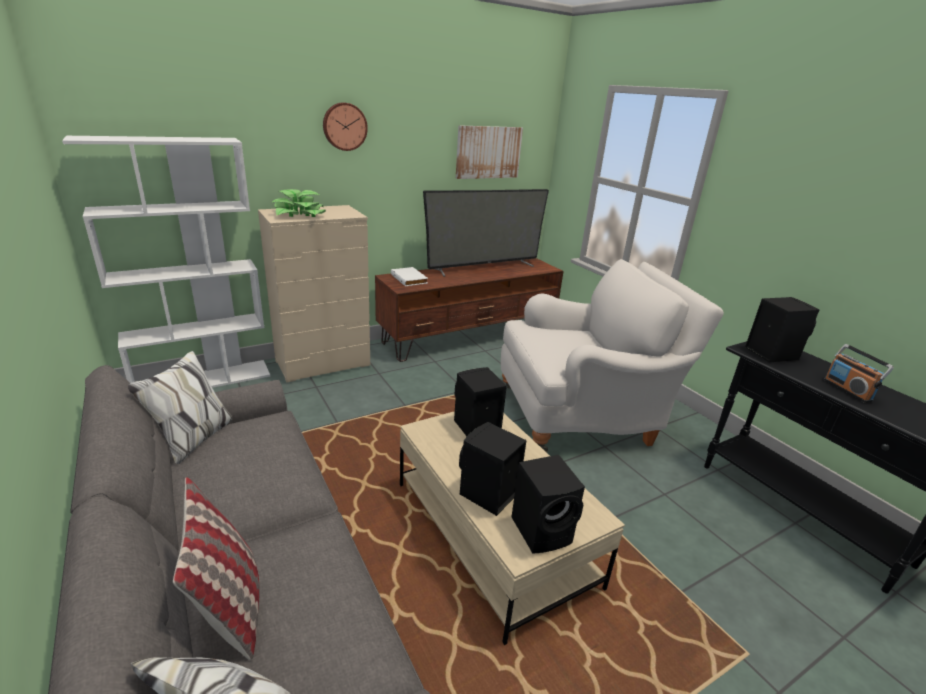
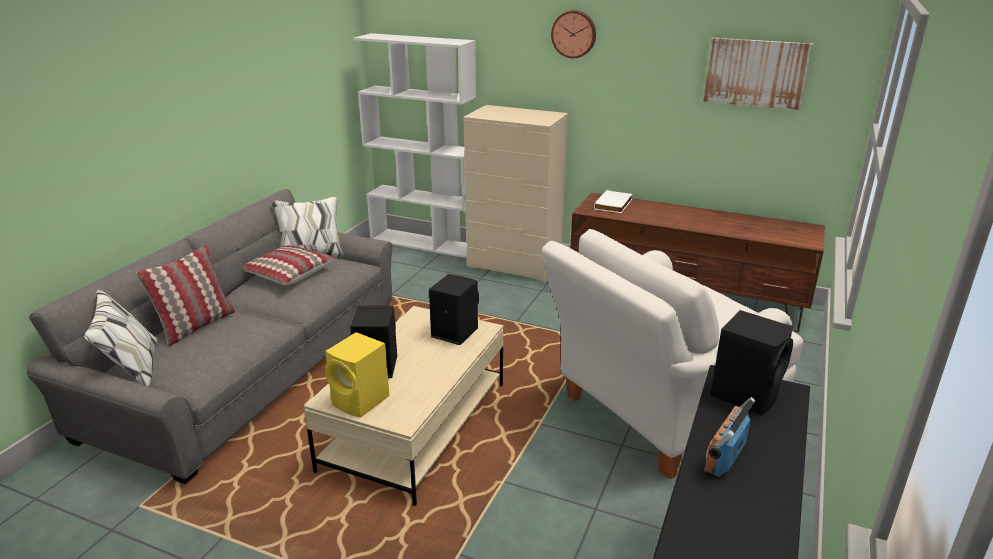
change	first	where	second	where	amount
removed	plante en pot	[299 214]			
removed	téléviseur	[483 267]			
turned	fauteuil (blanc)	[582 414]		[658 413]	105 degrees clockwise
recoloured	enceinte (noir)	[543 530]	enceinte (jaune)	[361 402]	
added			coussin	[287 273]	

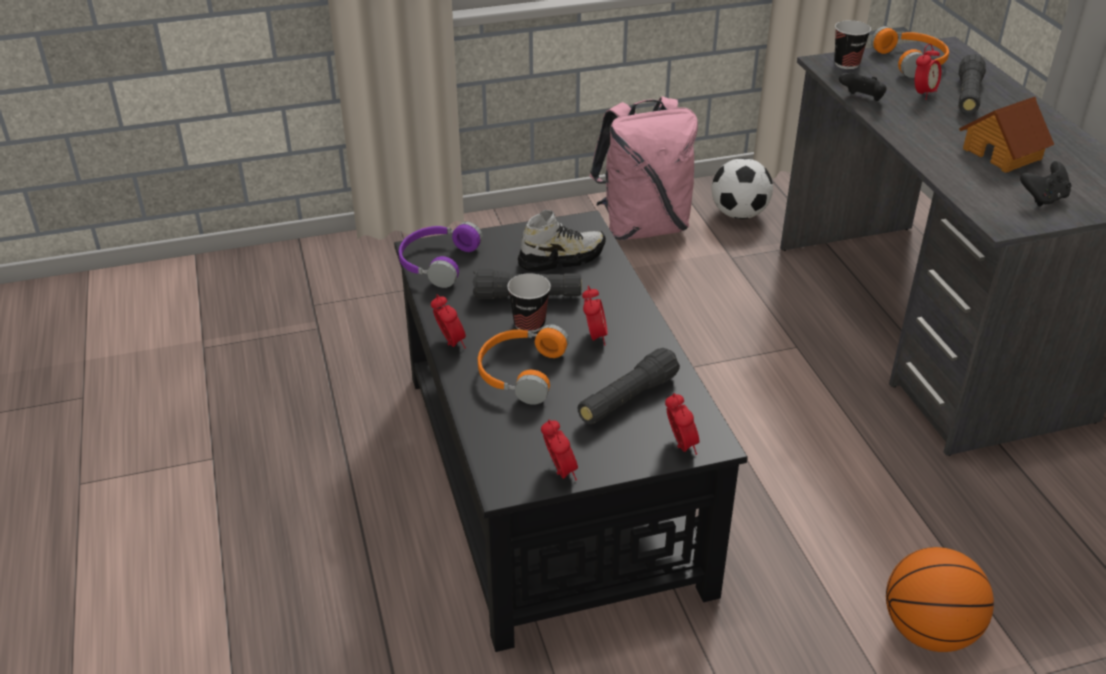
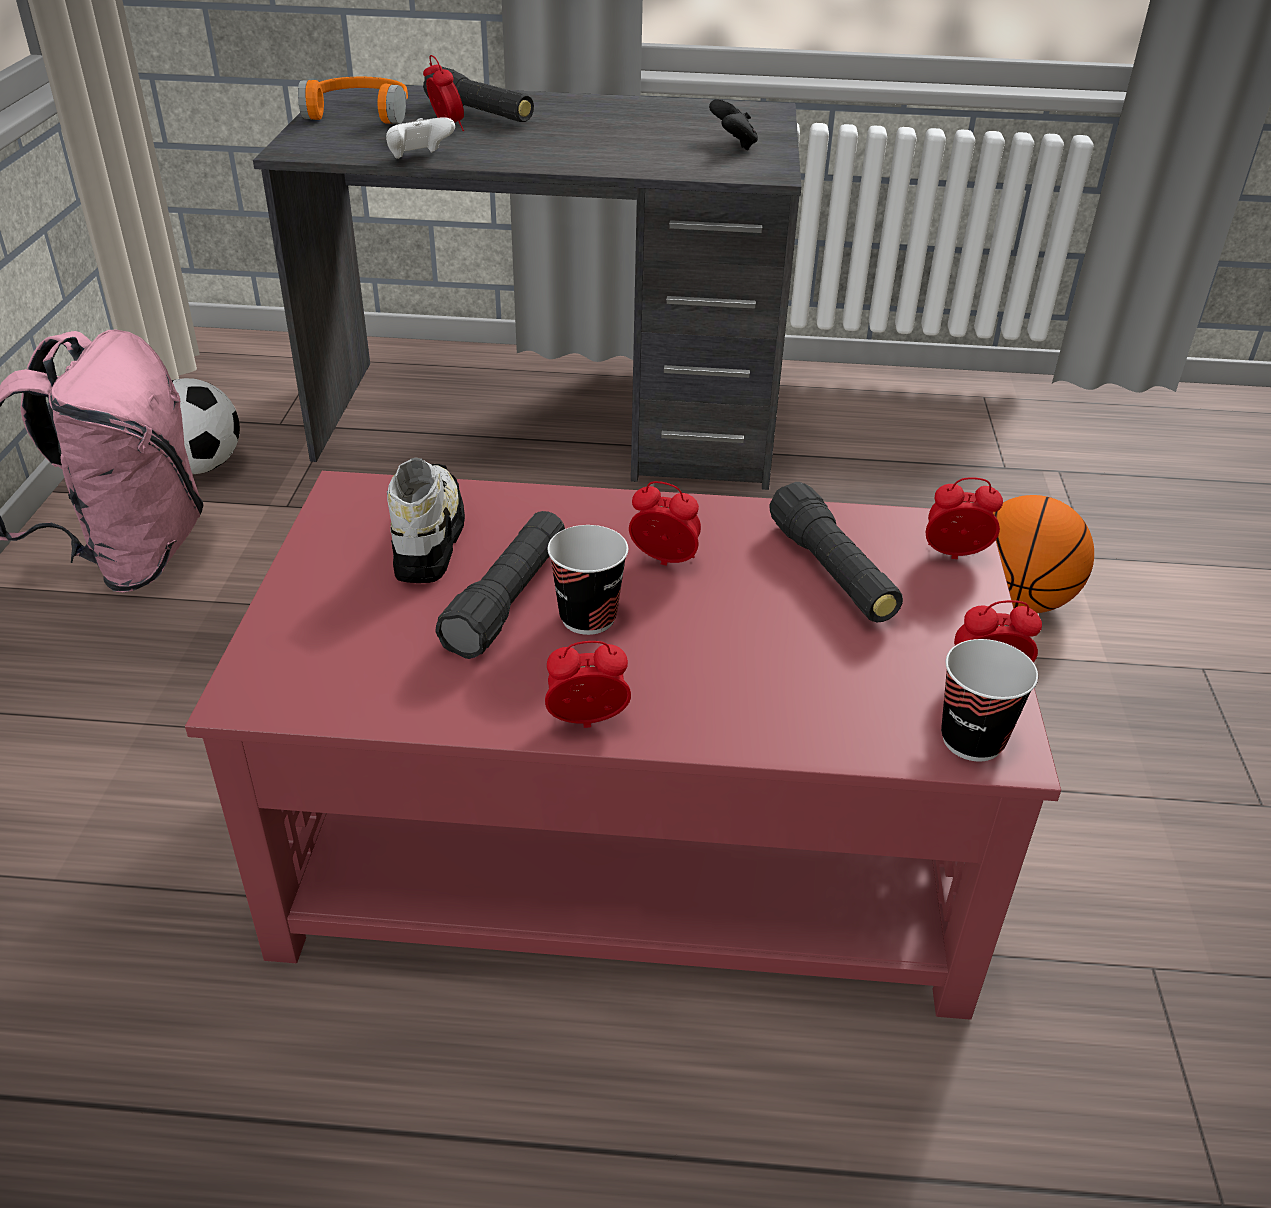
change	first	where	second	where	amount
recoloured	table basse (noir)	[551 475]	table basse (rouge)	[625 838]	
removed	casque audio (violet)	[436 262]			
removed	casque audio (orange)	[519 372]			
moved	tasse	[846 64]		[972 740]	
recoloured	manette (noir)	[862 100]	manette (blanc)	[419 158]	
removed	maison miniature	[1003 153]			

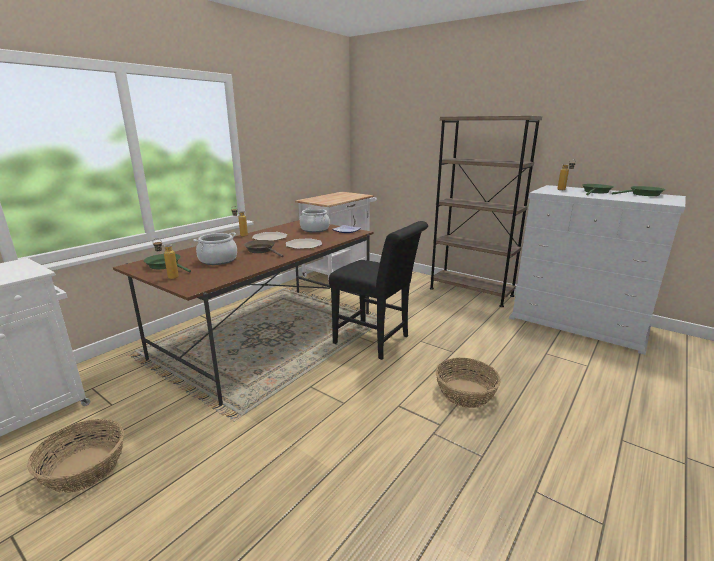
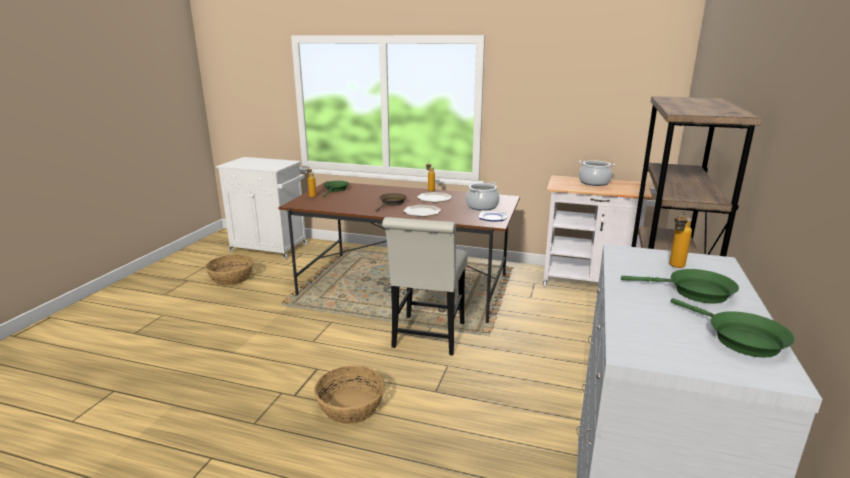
change	first	where	second	where	amount
moved	marmite	[218 260]		[594 182]	
recoloured	chaise (noir)	[376 341]	chaise (blanc)	[427 338]	

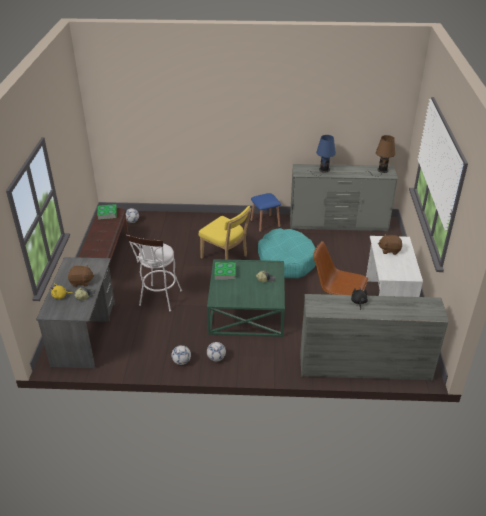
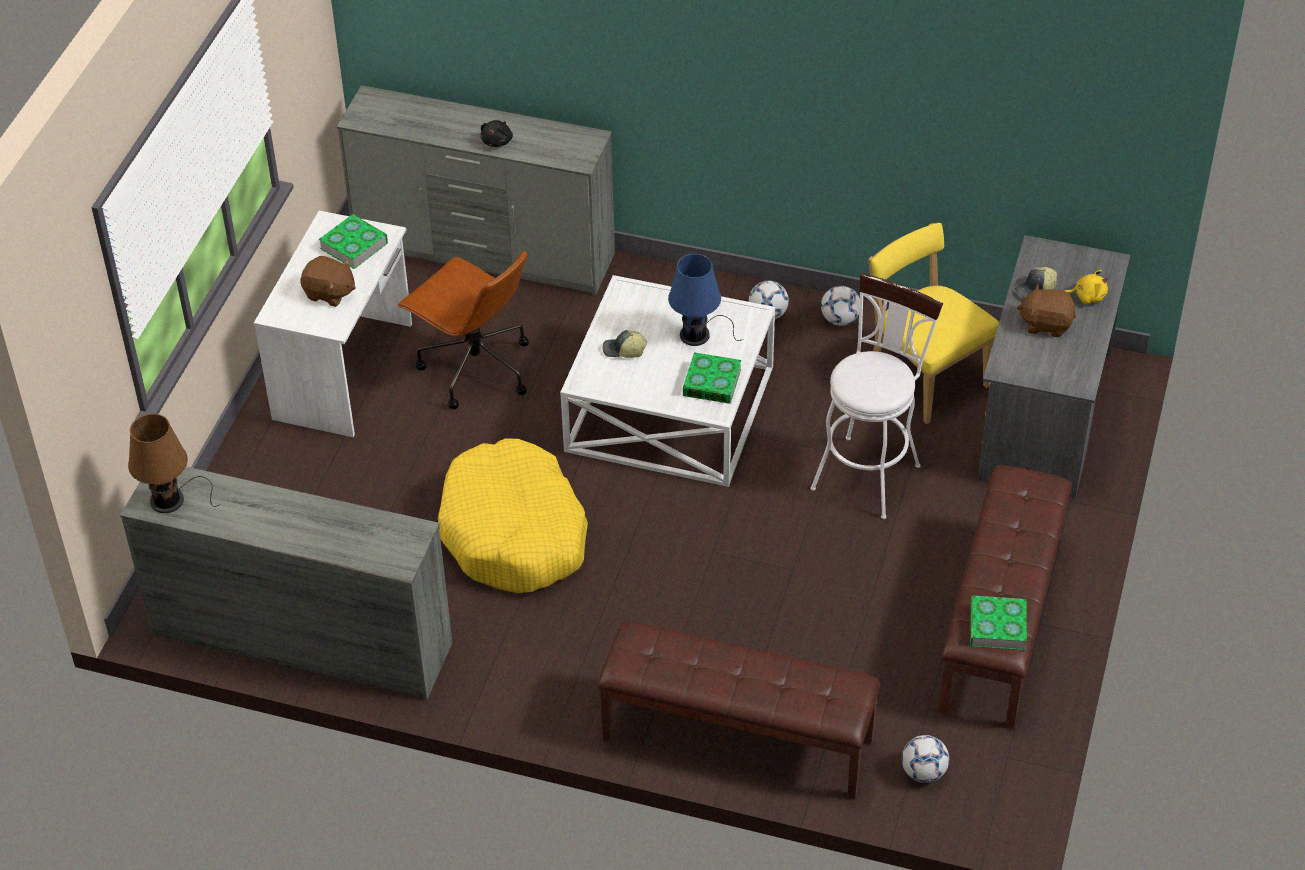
change	first	where	second	where	amount
moved	chaise (jaune)	[225 258]		[925 377]	
recoloured	table basse (vert)	[247 310]	table basse (blanc)	[670 407]	
removed	tabouret (bleu)	[265 223]			
recoloured	panier pour chien (turquoise)	[287 260]	panier pour chien (jaune)	[514 533]	
moved	lampe de table (bleu)	[323 170]		[698 334]	
added			livre	[354 246]	
added			banc (marron)	[736 740]	

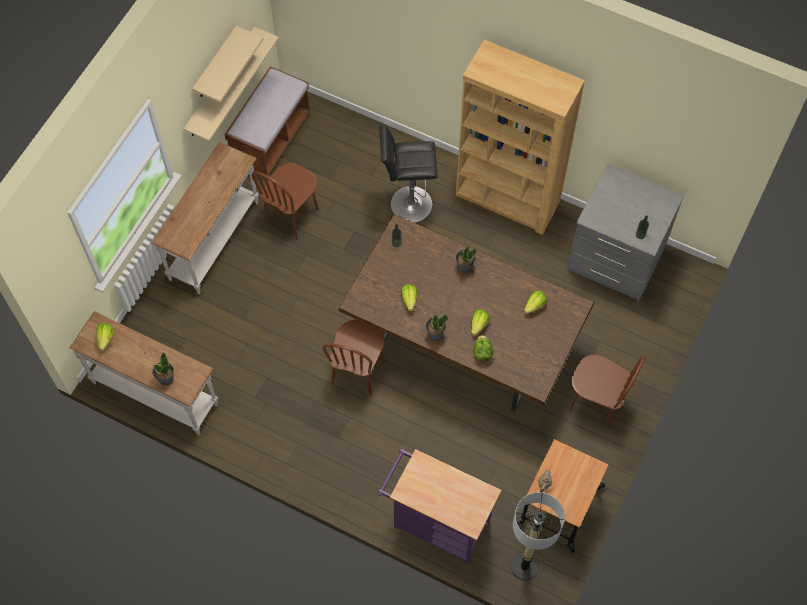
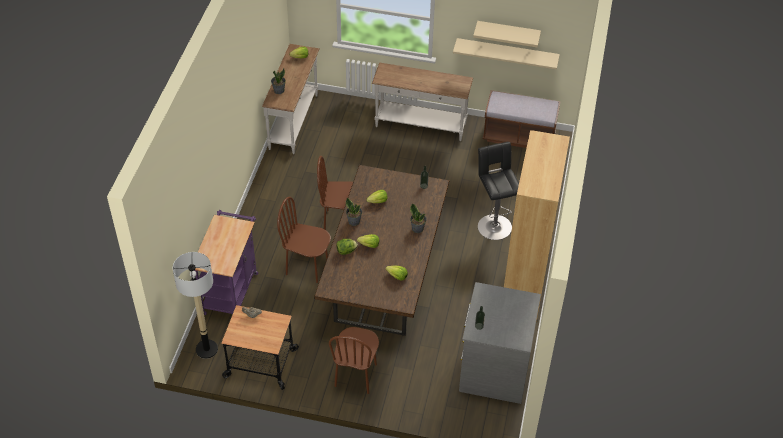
change	first	where	second	where	amount
moved	chaise (marron)	[292 215]		[307 267]	

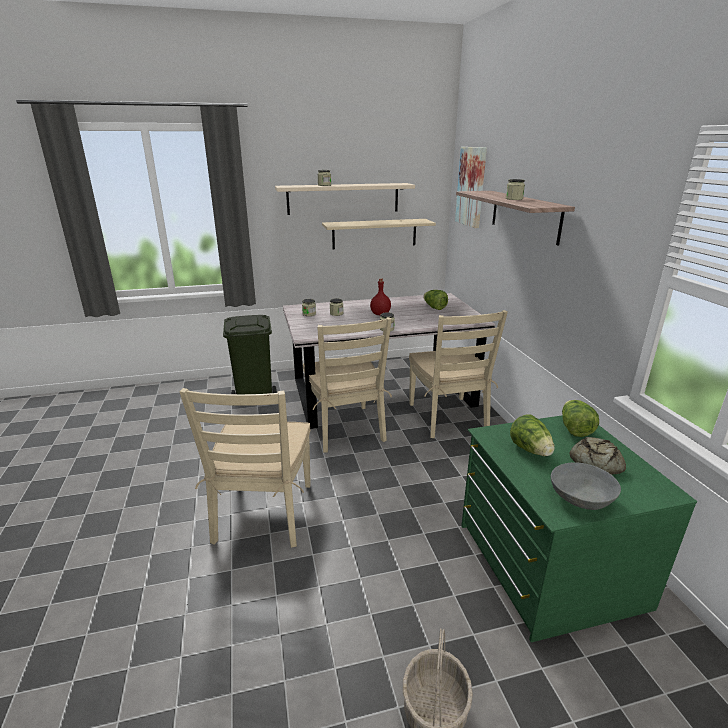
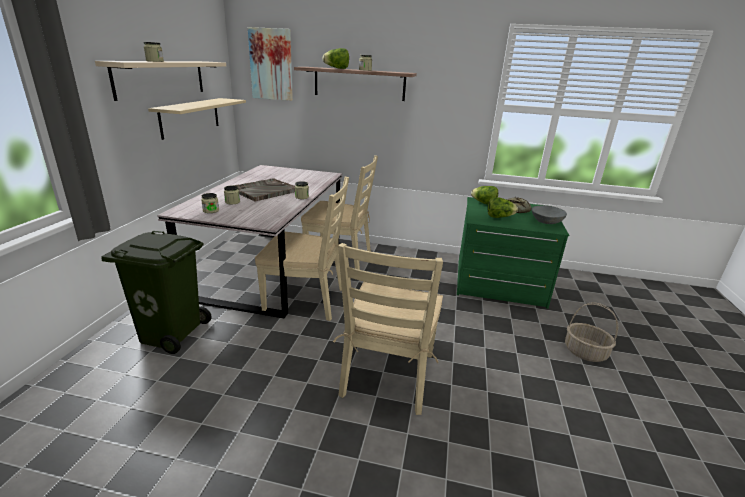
change	first	where	second	where	amount
turned	chaise (beige)	[264 513]		[388 375]	75 degrees clockwise
replaced	bouteille (rouge)	[380 314]	plateau (gris)	[264 191]	
moved	laitue	[434 307]		[337 68]	

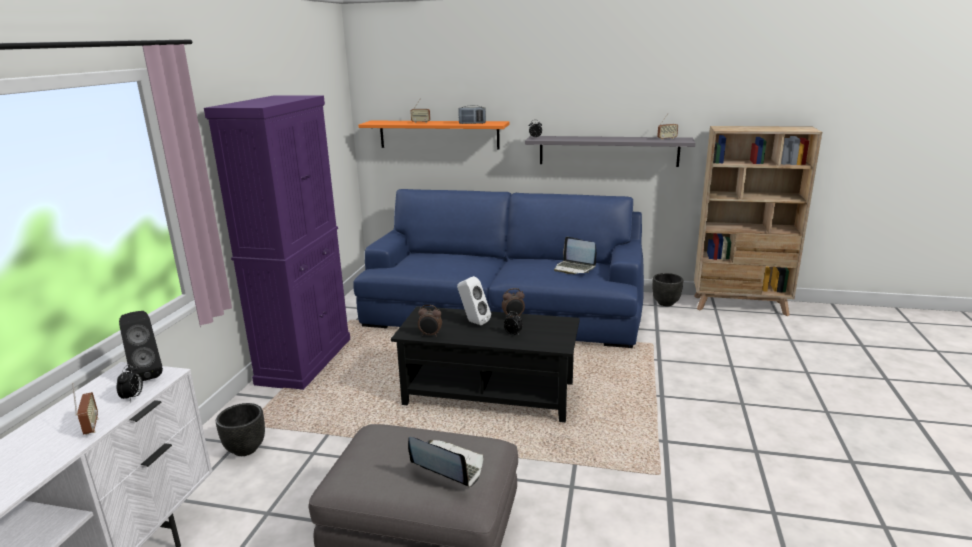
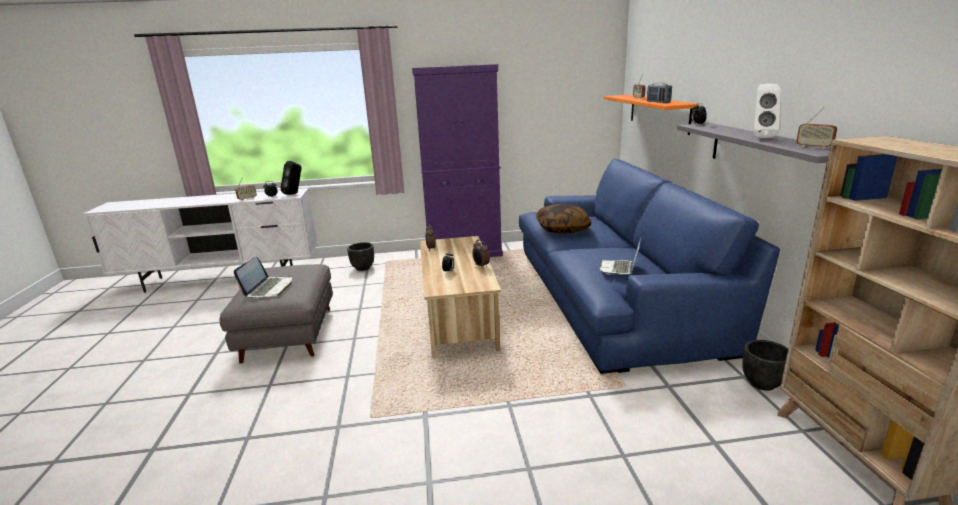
change	first	where	second	where	amount
recoloured	table basse (noir)	[489 394]	table basse (beige)	[459 319]	
moved	enceinte (blanc)	[473 322]		[760 138]	
added			coussin	[563 229]	

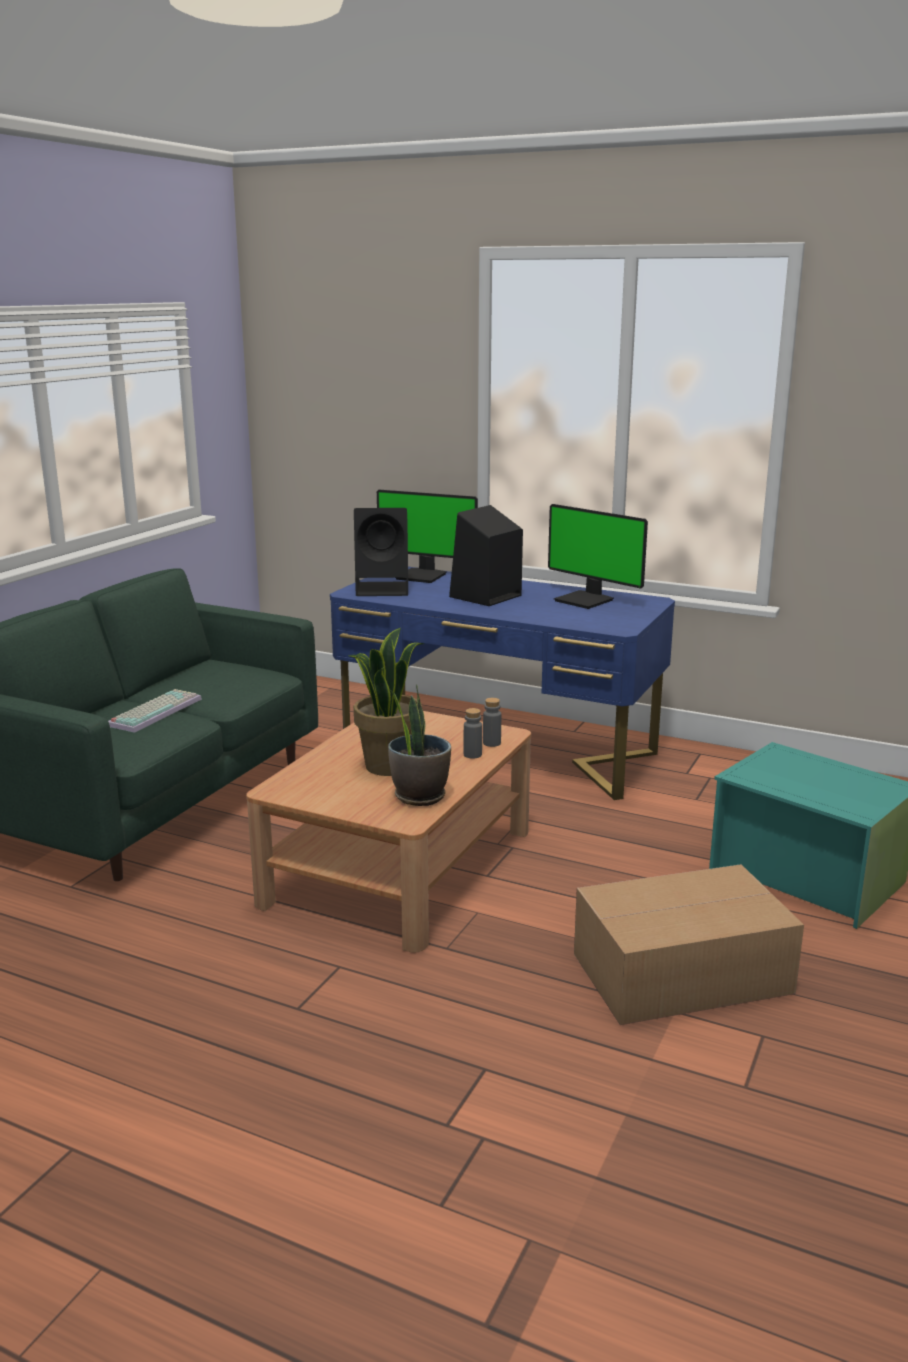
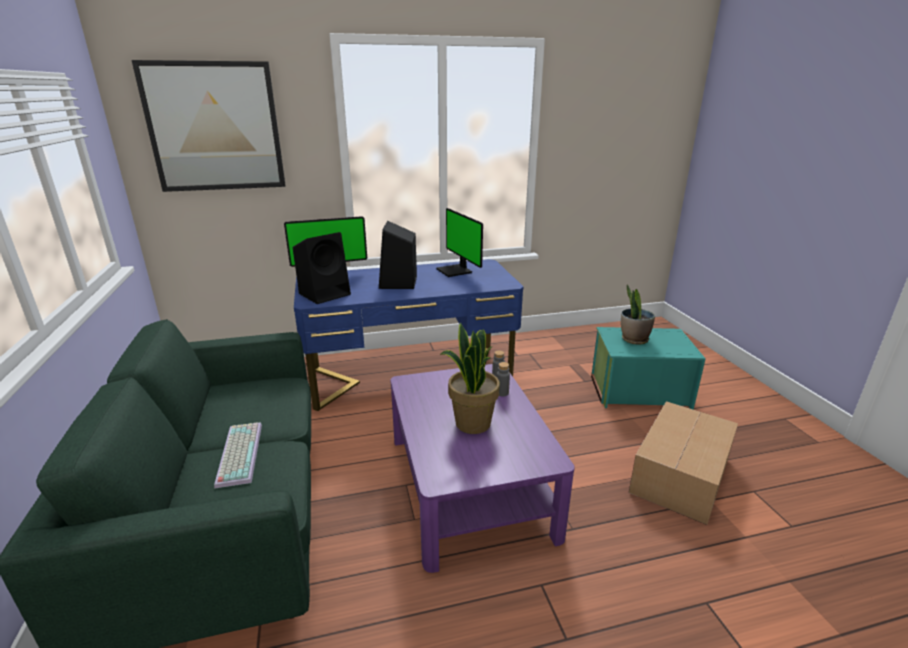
change	first	where	second	where	amount
recoloured	table basse (marron)	[399 866]	table basse (violet)	[468 484]	
moved	plante en pot	[419 796]		[634 339]	
turned	écran d'ordinateur	[586 600]		[456 271]	60 degrees clockwise
added			tableau	[215 127]	

